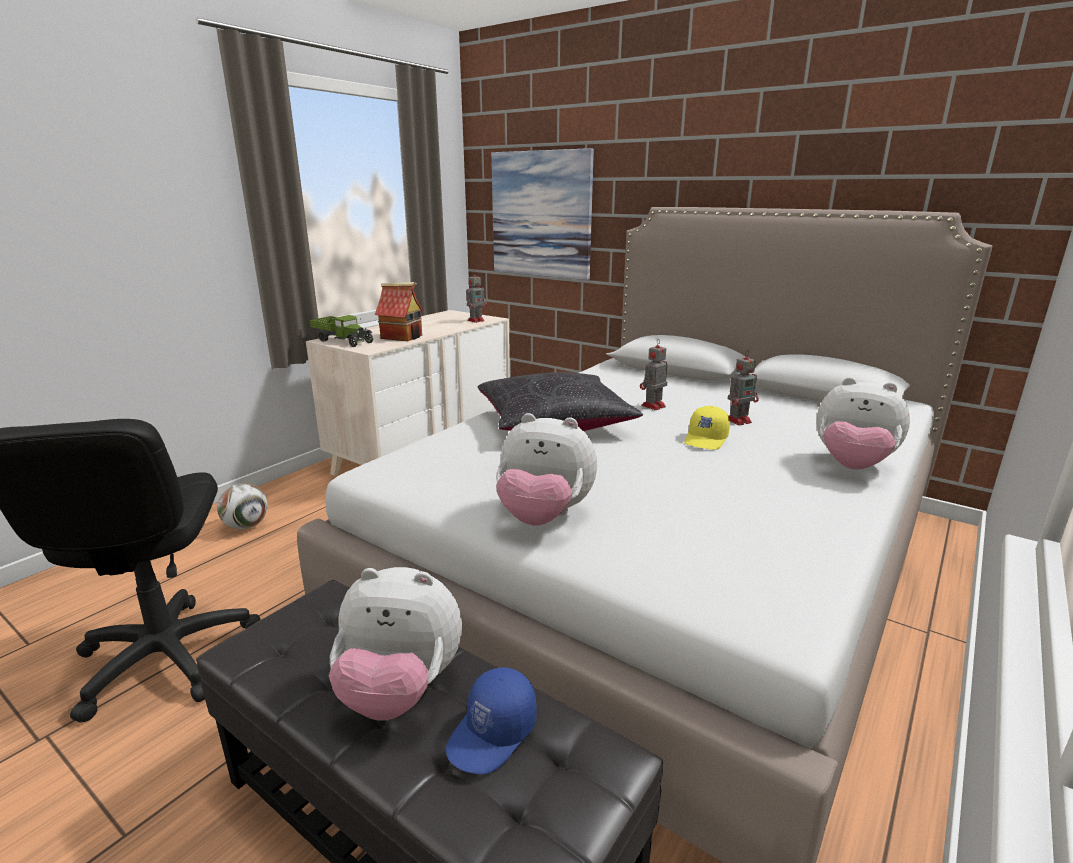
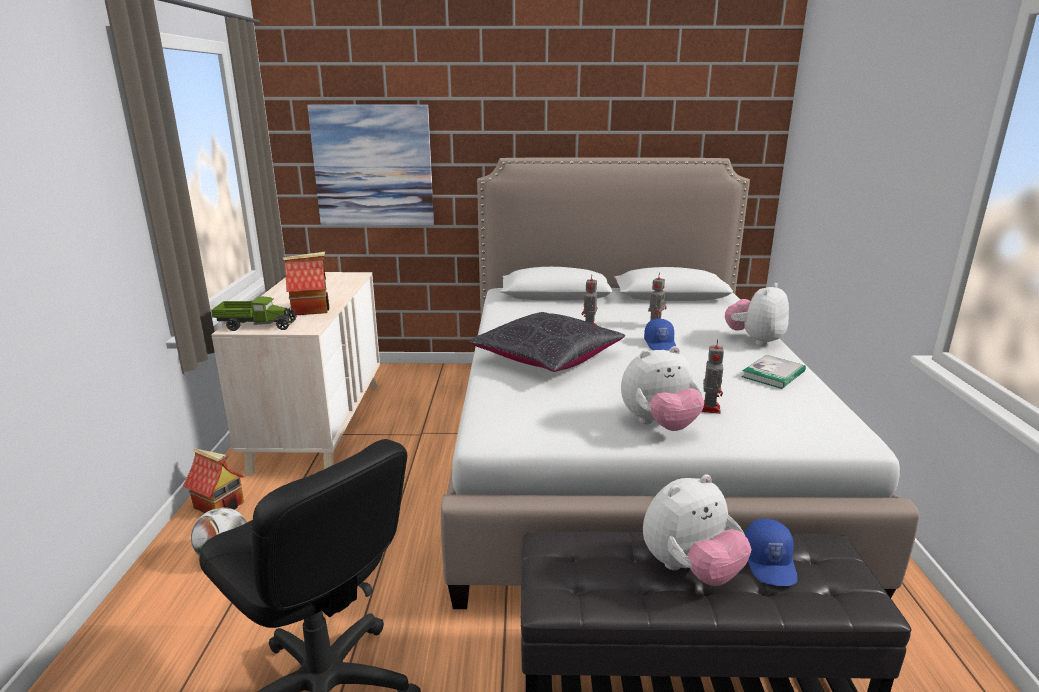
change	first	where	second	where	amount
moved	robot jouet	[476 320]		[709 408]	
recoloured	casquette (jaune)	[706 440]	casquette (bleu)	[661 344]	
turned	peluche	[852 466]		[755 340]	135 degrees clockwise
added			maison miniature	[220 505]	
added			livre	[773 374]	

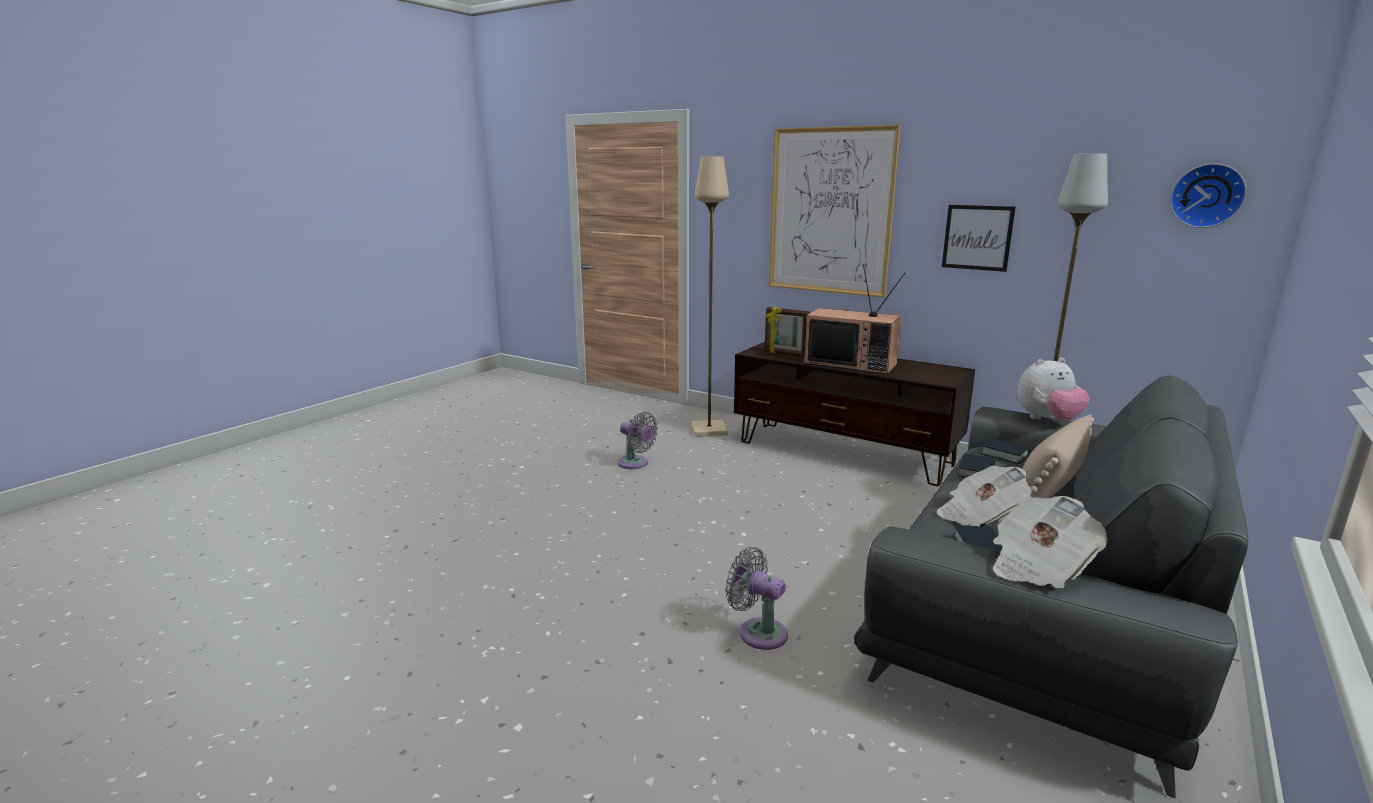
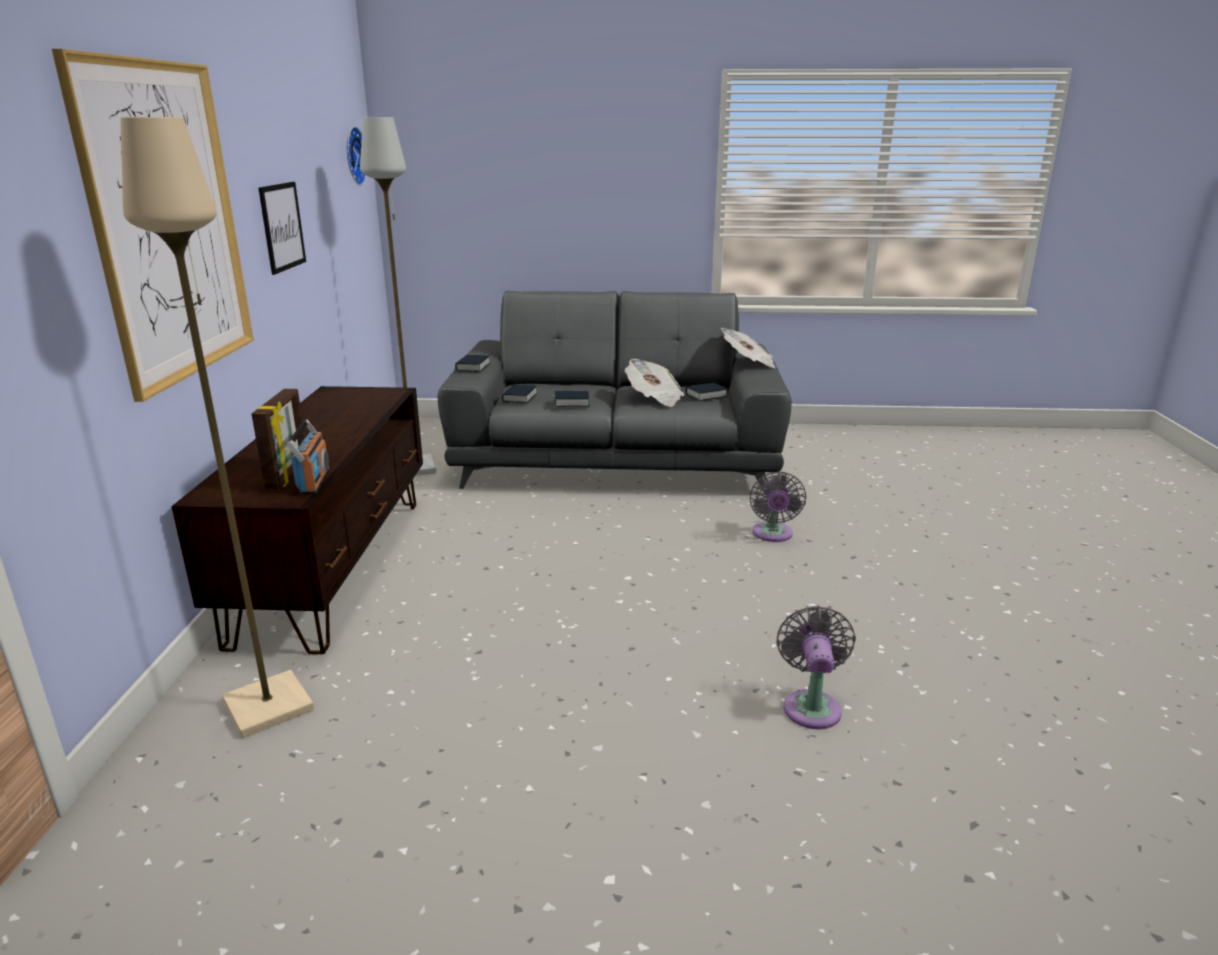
change	first	where	second	where	amount
moved	ventilateur (gris)	[635 464]		[811 705]	
removed	téléviseur	[852 363]			
replaced	peluche	[1047 420]	livre	[473 367]	
removed	coussin (beige)	[1049 487]			
added			radio	[314 482]	

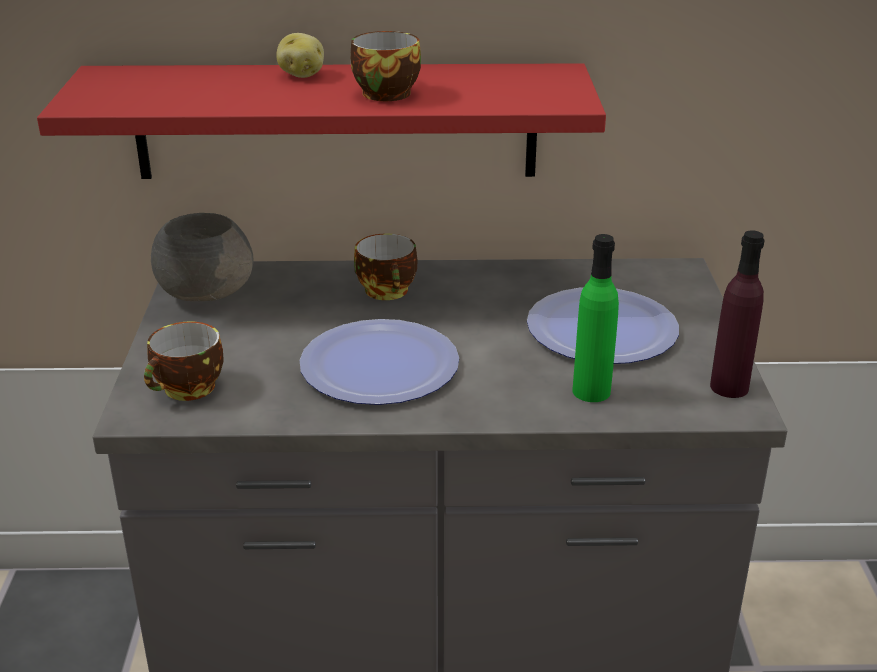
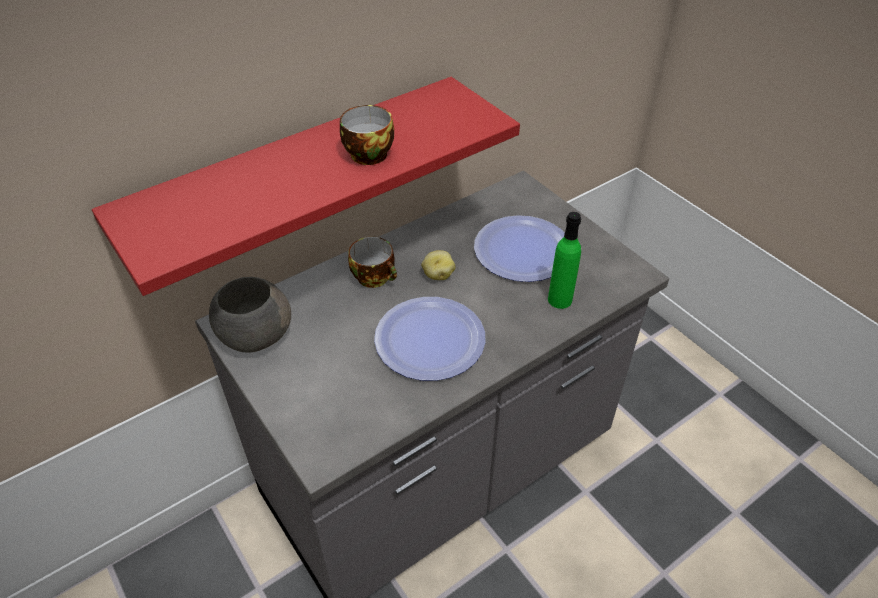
change	first	where	second	where	amount
removed	tasse	[188 390]			
moved	pomme de terre	[301 75]		[438 274]	
removed	bouteille (violet)	[729 387]			

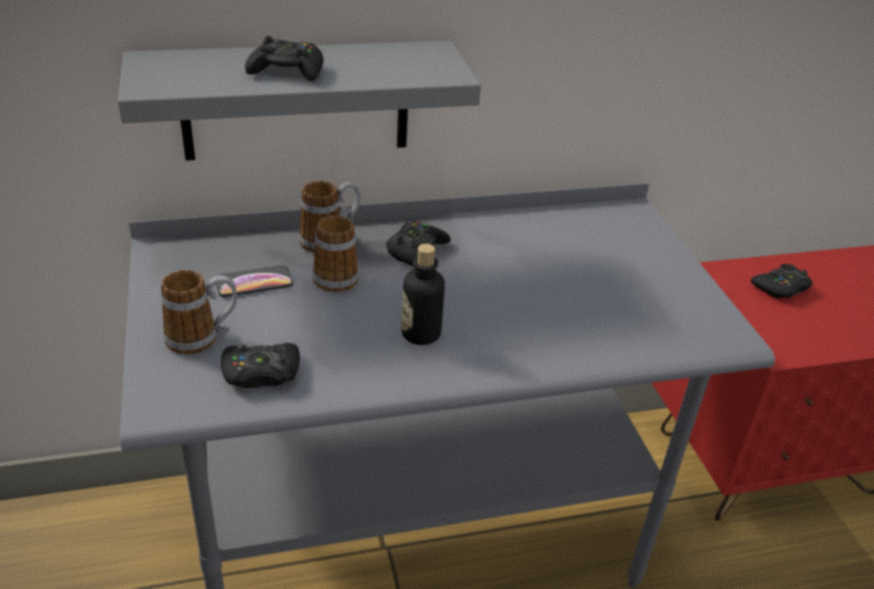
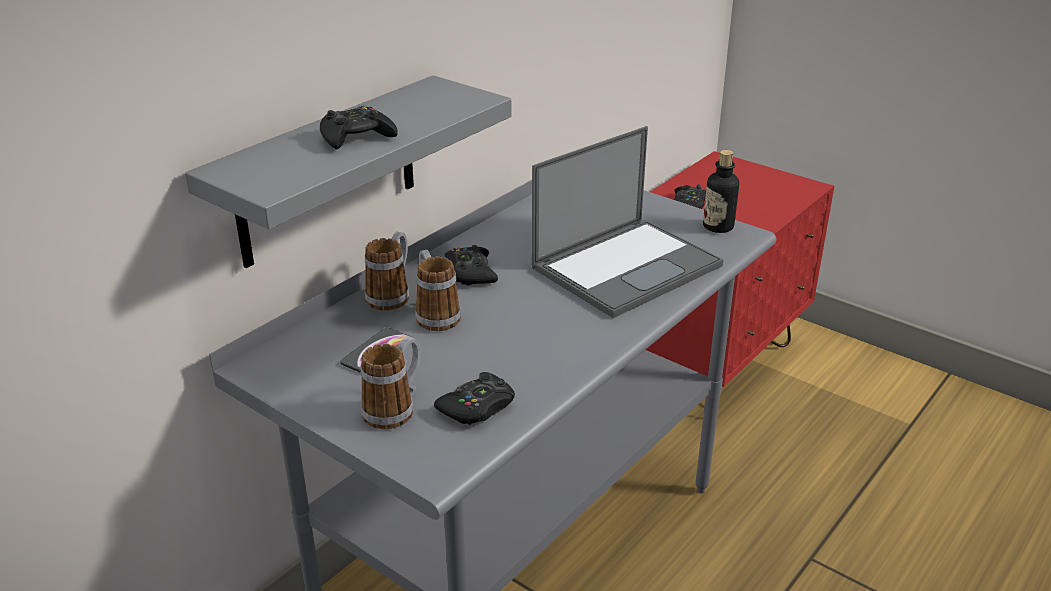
change	first	where	second	where	amount
moved	bouteille	[421 334]		[718 226]	
added			ordinateur portable	[627 266]	

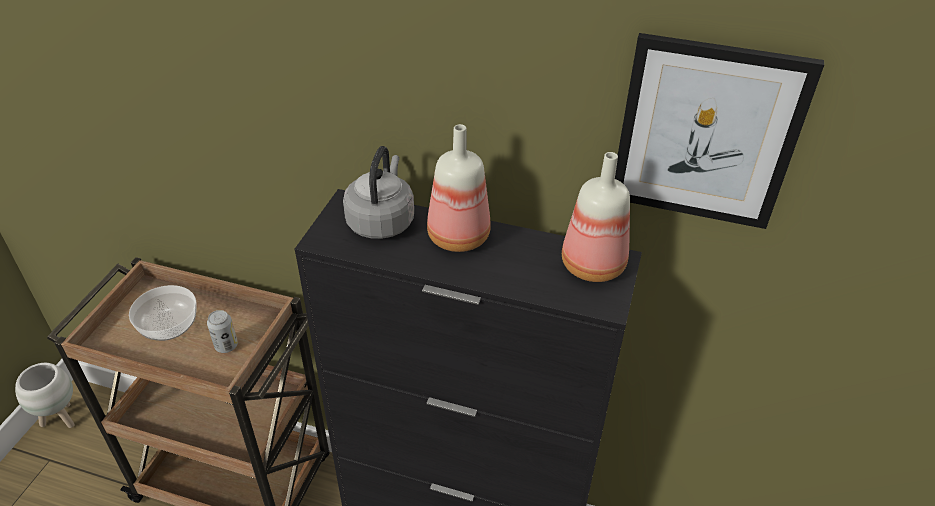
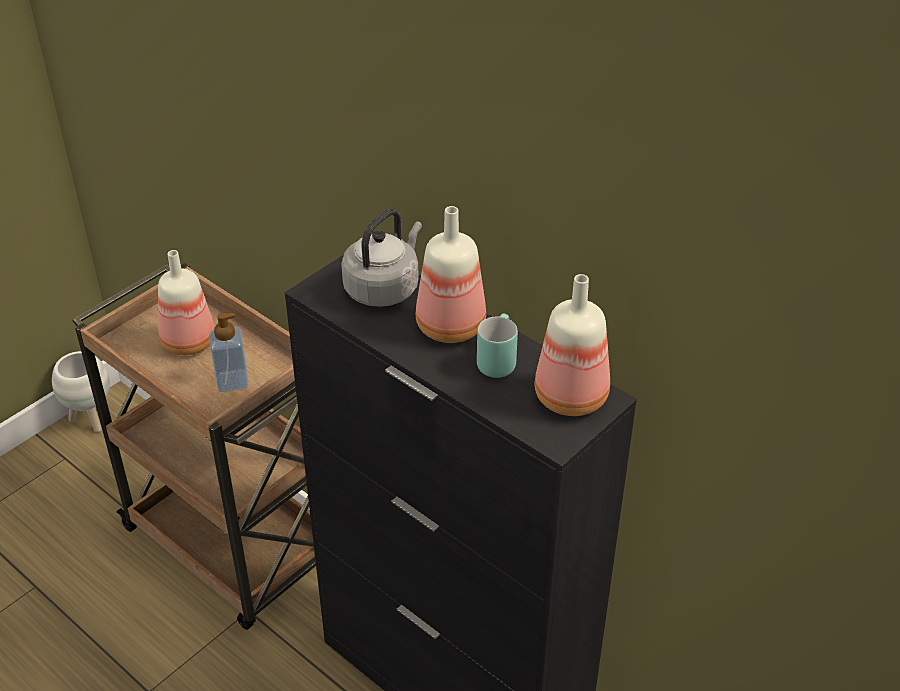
change	first	where	second	where	amount
replaced	bol	[168 325]	bouteille	[187 343]	
replaced	boîte métallique	[226 346]	distributeur de savon	[232 381]	
removed	tableau	[706 133]			
added			mug (turquoise)	[495 360]	

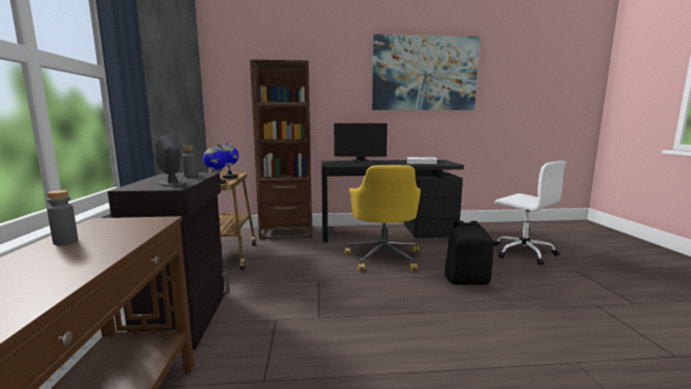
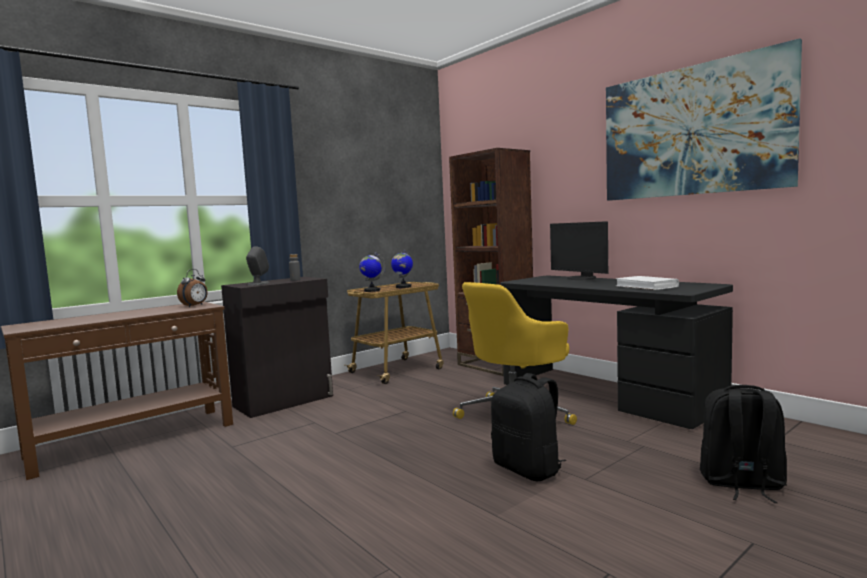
change	first	where	second	where	amount
removed	bouteille (gris)	[65 242]			
replaced	chaise de bureau (blanc)	[522 252]	sac à dos (noir)	[741 484]	
added			réveil	[195 306]	

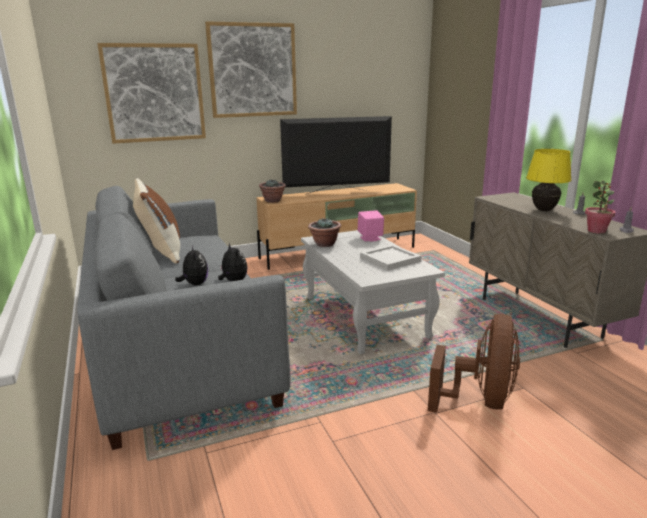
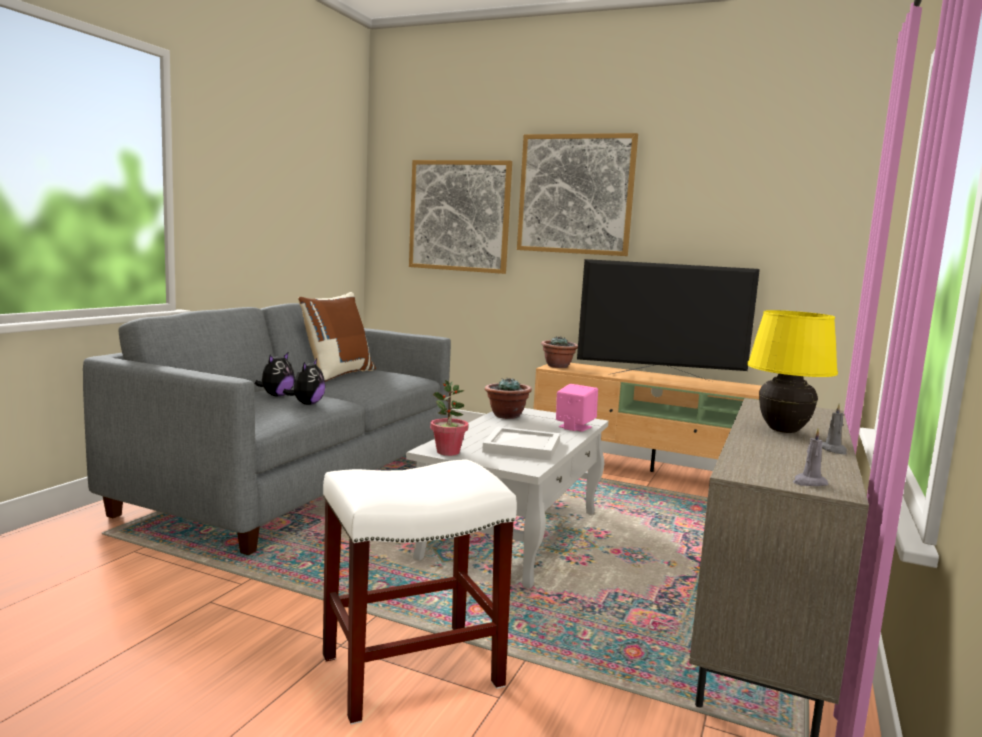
change	first	where	second	where	amount
turned	téléviseur	[337 193]		[659 377]	150 degrees clockwise
replaced	ventilateur (marron)	[480 400]	tabouret (blanc)	[413 670]	
moved	plante en pot	[596 231]		[448 452]	

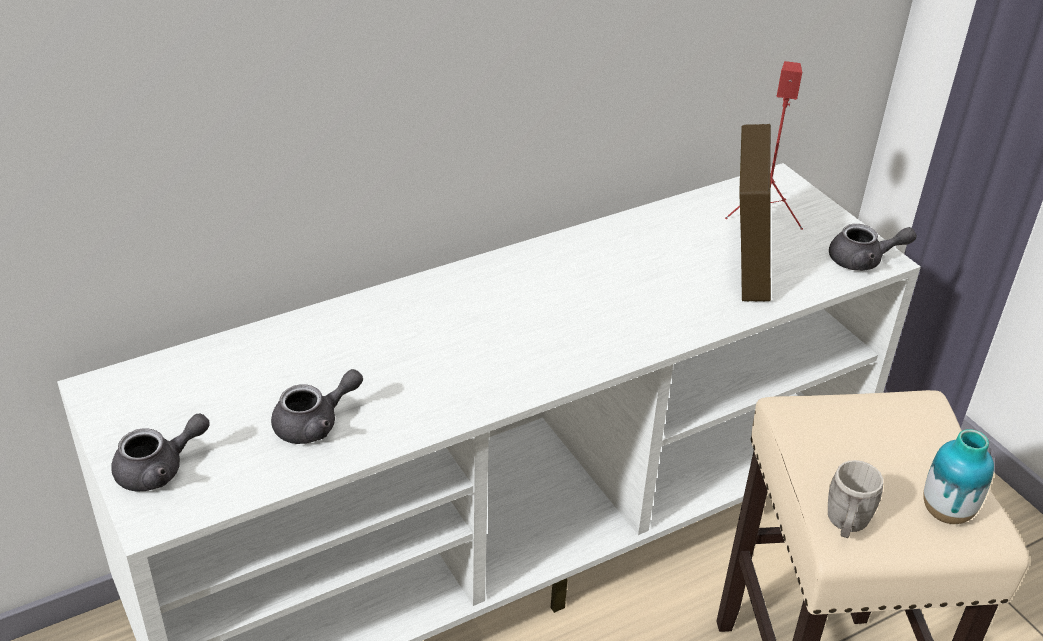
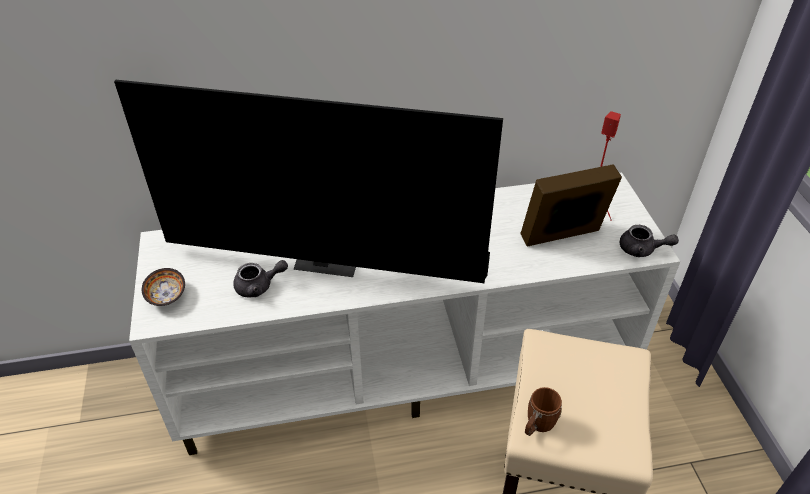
change	first	where	second	where	amount
replaced	théière (gris)	[159 469]	bol	[167 295]	
turned	cadre photo	[746 264]		[562 237]	135 degrees counterclockwise
recoloured	mug (gris)	[846 524]	mug (marron)	[537 425]	
removed	vase	[946 512]			
added			téléviseur	[329 259]	

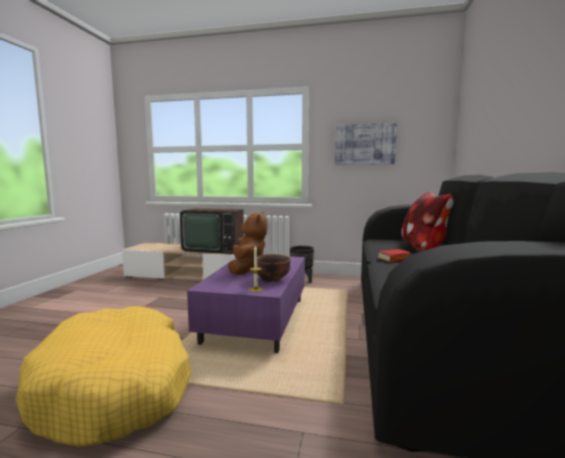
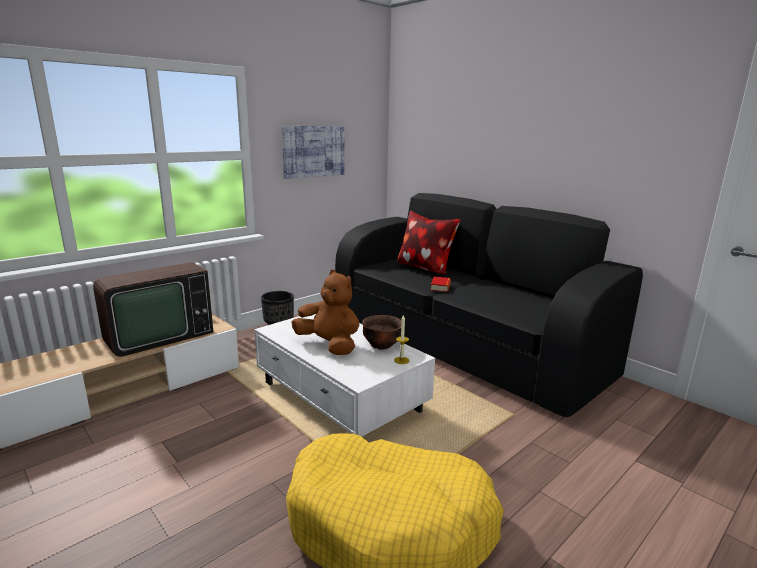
change	first	where	second	where	amount
recoloured	table basse (violet)	[256 320]	table basse (blanc)	[340 398]	

